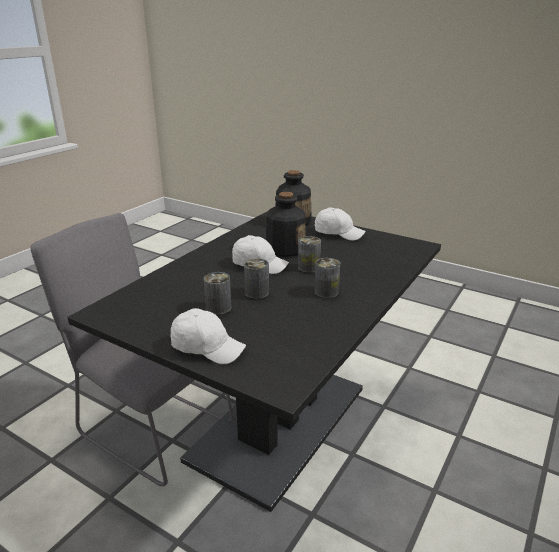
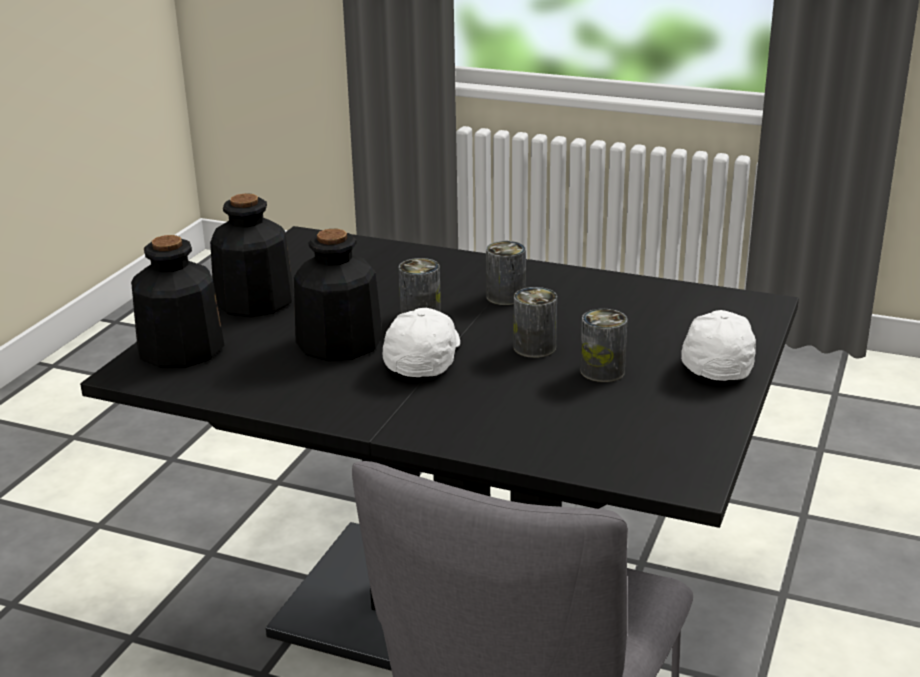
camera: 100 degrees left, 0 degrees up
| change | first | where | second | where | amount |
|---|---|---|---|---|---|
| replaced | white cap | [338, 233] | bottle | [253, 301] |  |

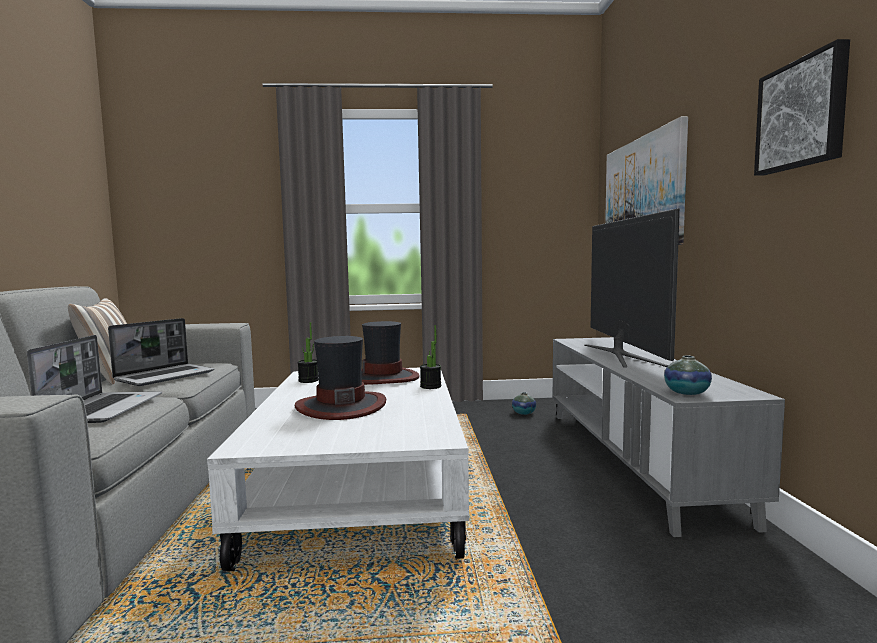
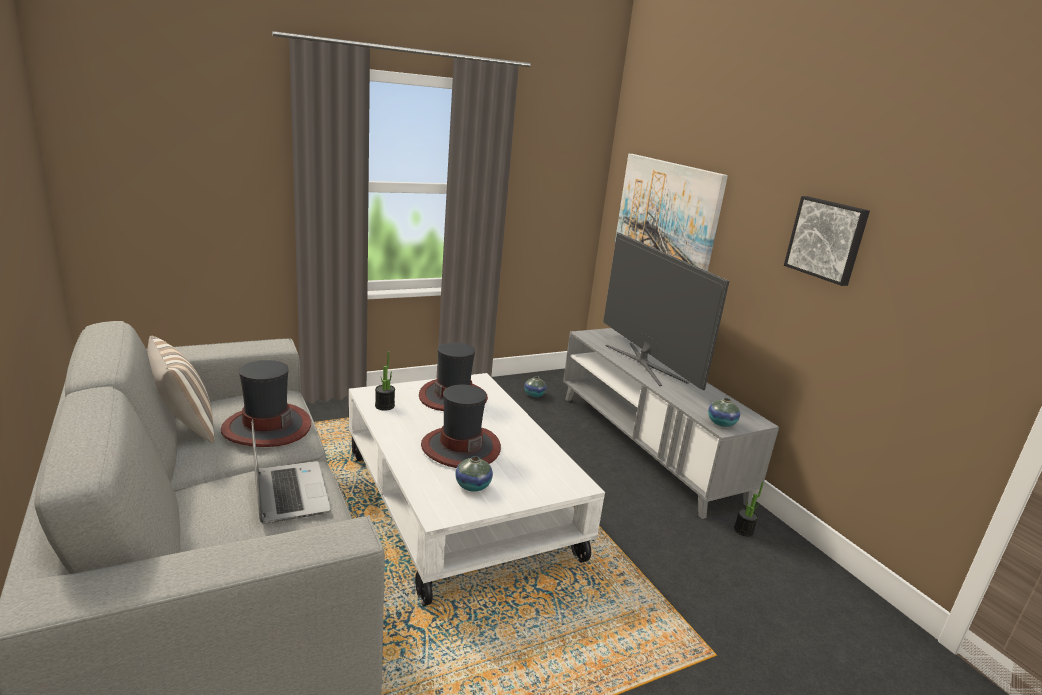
camera: 25 degrees left, 15 degrees up
| change | first | where | second | where | amount |
|---|---|---|---|---|---|
| added |  |  | vase | [473, 486] |  |
| moved | potted plant | [430, 386] |  | [743, 530] |  |
| replaced | laptop | [166, 376] | hat | [266, 427] |  |

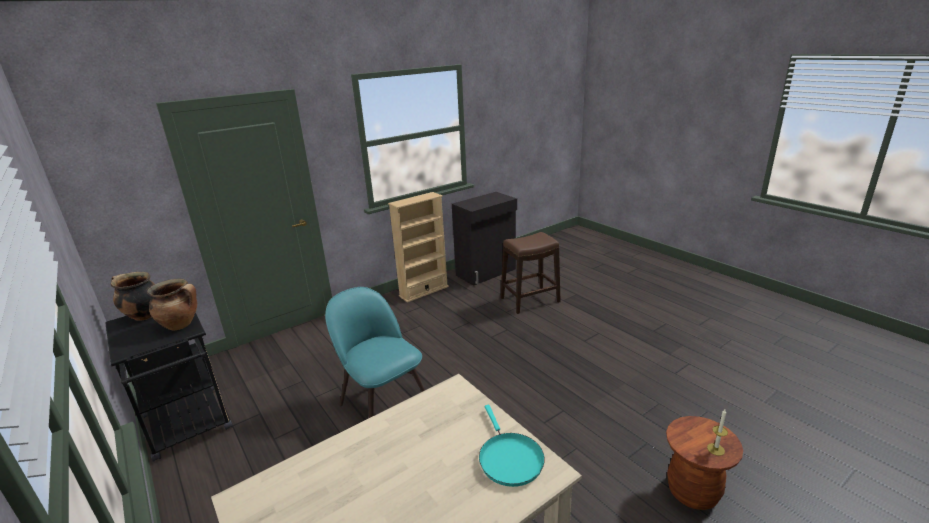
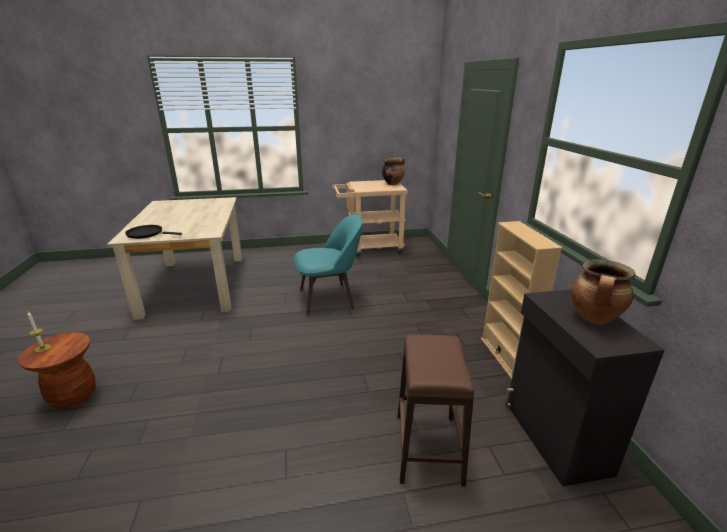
camera: 115 degrees right, 0 degrees up
| change | first | where | second | where | amount |
|---|---|---|---|---|---|
| moved | cooking pot | [181, 325] |  | [594, 319] |  |
| recoloured | black cart | [189, 427] | beige cart | [369, 248] |  |
| recoloured | turquoise frying pan | [509, 458] | black frying pan | [147, 234] |  |

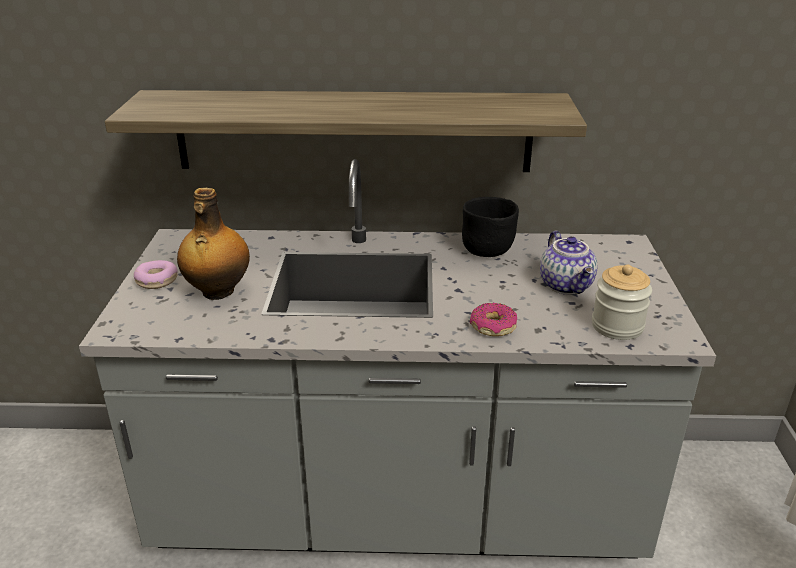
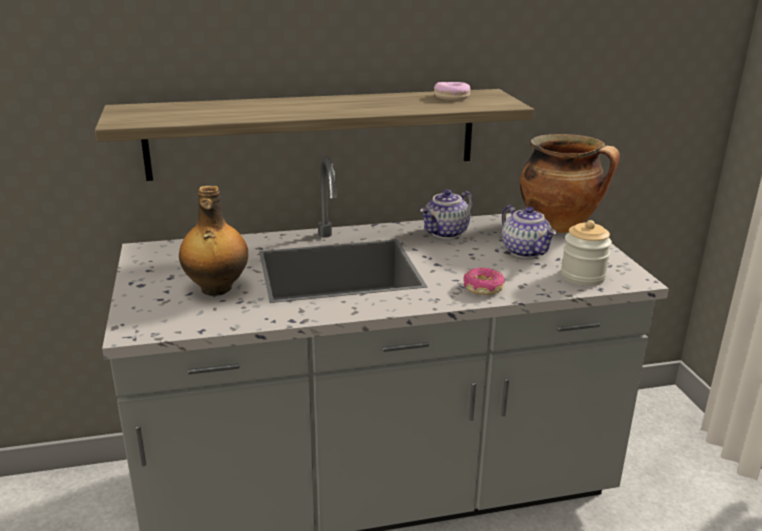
camera: 15 degrees left, 5 degrees down
| change | first | where | second | where | amount |
|---|---|---|---|---|---|
| added |  |  | cooking pot | [559, 226] |  |
| moved | donut | [157, 280] |  | [451, 97] |  |
| replaced | black bowl | [488, 252] | teapot | [446, 233] |  |

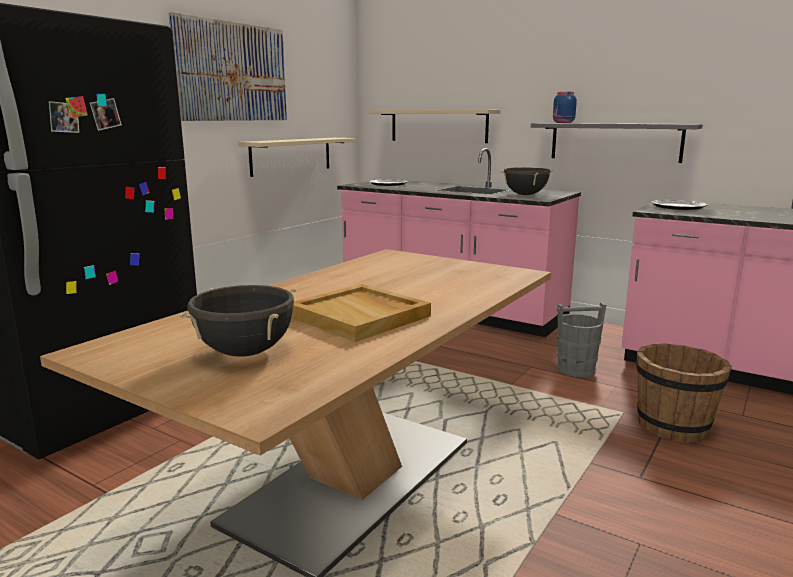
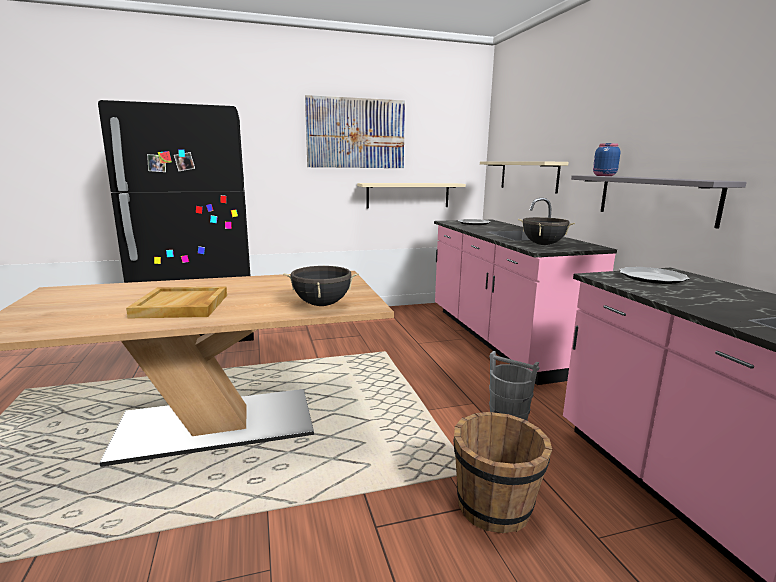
camera: 40 degrees right, 0 degrees up
| change | first | where | second | where | amount |
|---|---|---|---|---|---|
| moved | black cooking pot | [245, 352] |  | [322, 304] |  |

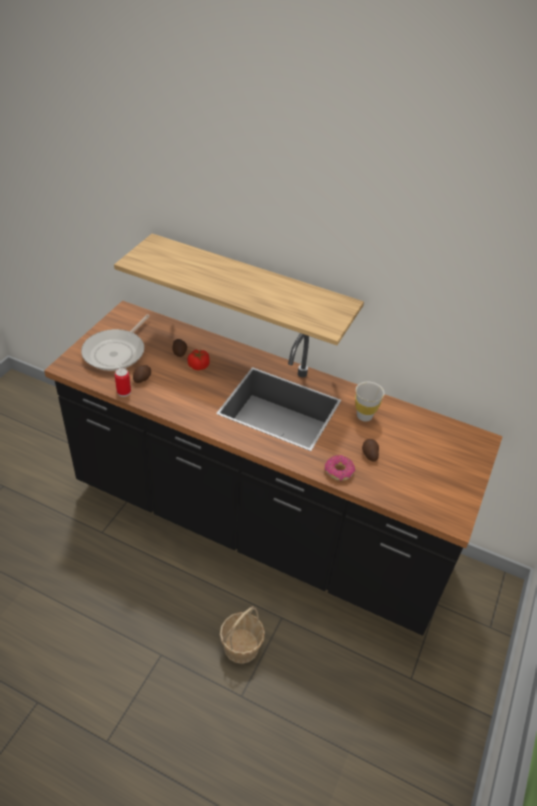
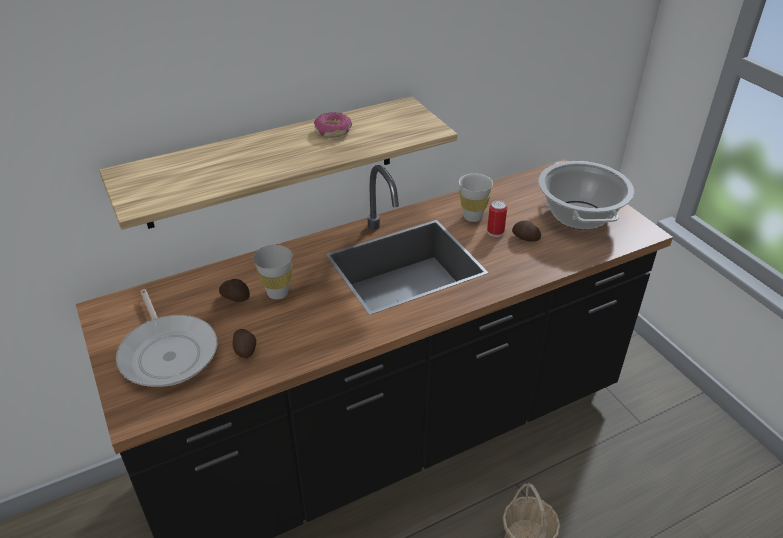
camera: 50 degrees left, 5 degrees down
| change | first | where | second | where | amount |
|---|---|---|---|---|---|
| added |  |  | cooking pot | [579, 215] |  |
| moved | can | [124, 392] |  | [495, 232] |  |
| moved | donut | [339, 471] |  | [333, 131] |  |
| replaced | tomato | [198, 366] | white cup | [277, 293] |  |

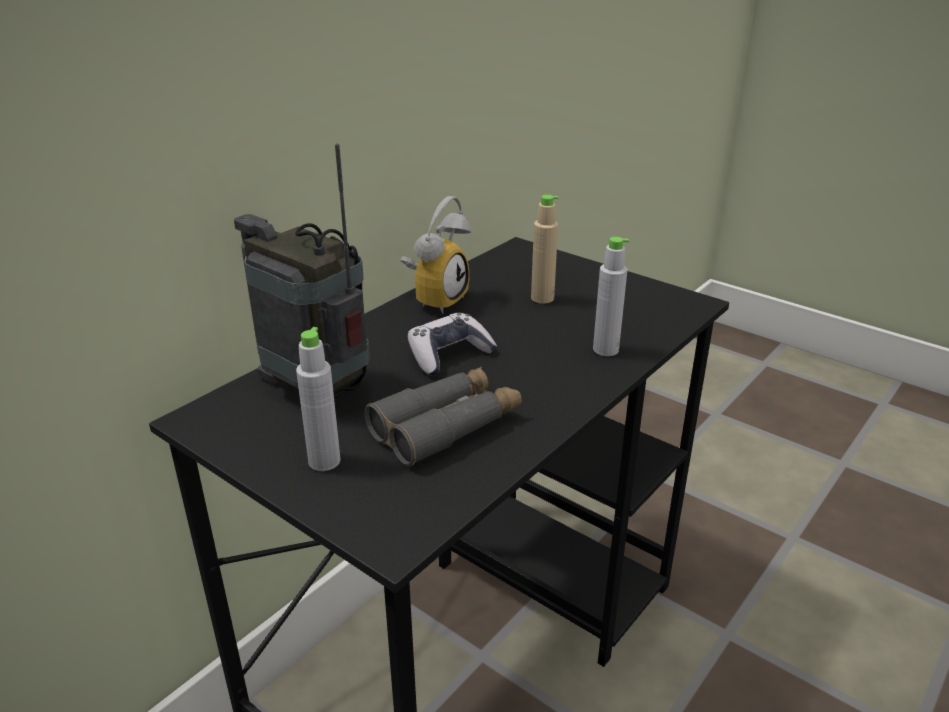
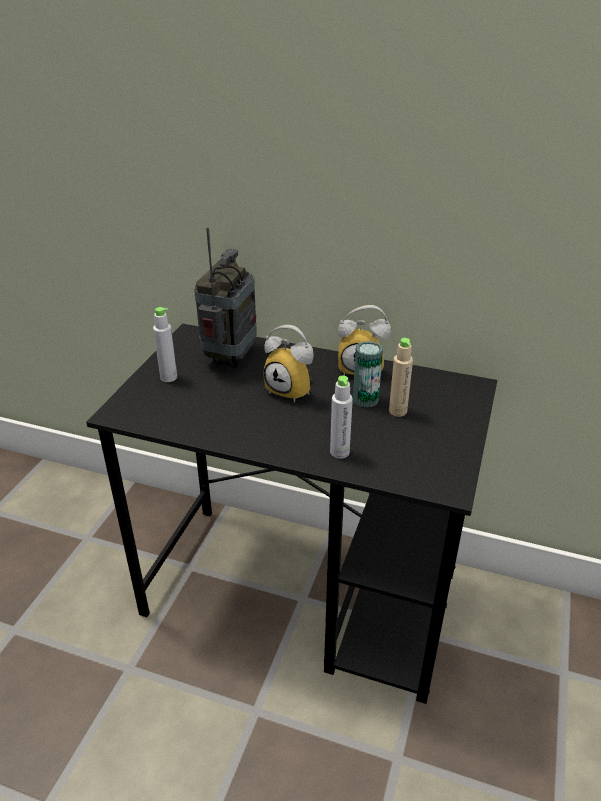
camera: 70 degrees right, 5 degrees up
| change | first | where | second | where | amount |
|---|---|---|---|---|---|
| removed | grey binoculars | [446, 426] |  |  |  |
| added |  |  | can | [365, 400] |  |
| replaced | game controller | [449, 355] | alarm clock | [293, 390] |  |

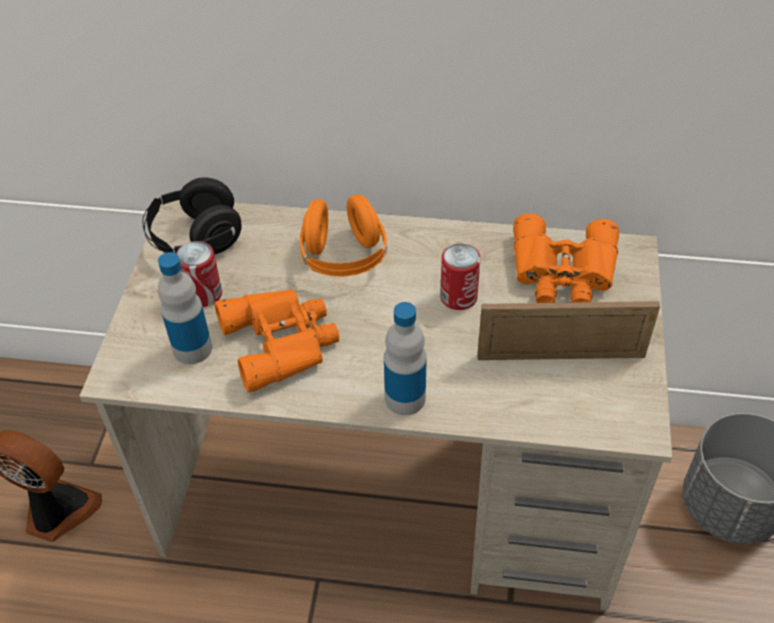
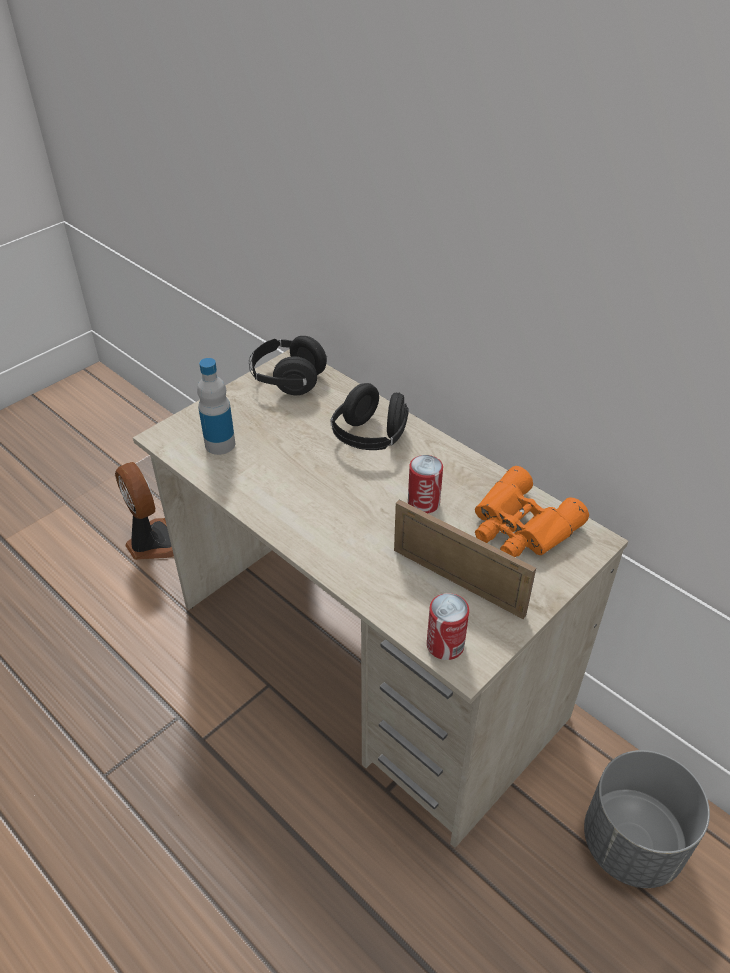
camera: 35 degrees right, 5 degrees down
| change | first | where | second | where | amount |
|---|---|---|---|---|---|
| removed | orange binoculars | [282, 341] |  |  |  |
| removed | bottle | [405, 398] |  |  |  |
| moved | can | [204, 294] |  | [445, 645] |  |
| recoloured | orange headphones | [344, 258] | black headphones | [370, 437] |  |

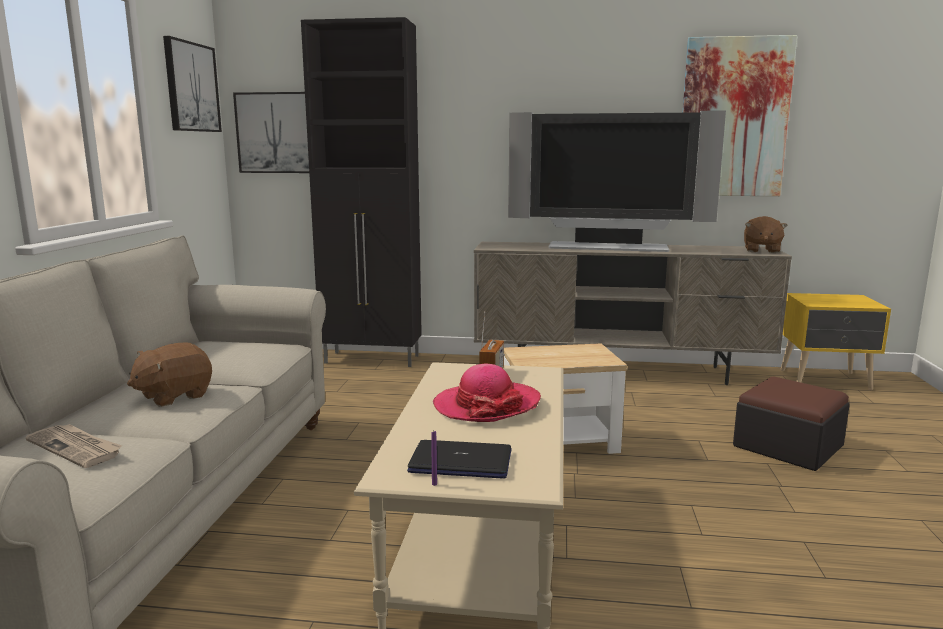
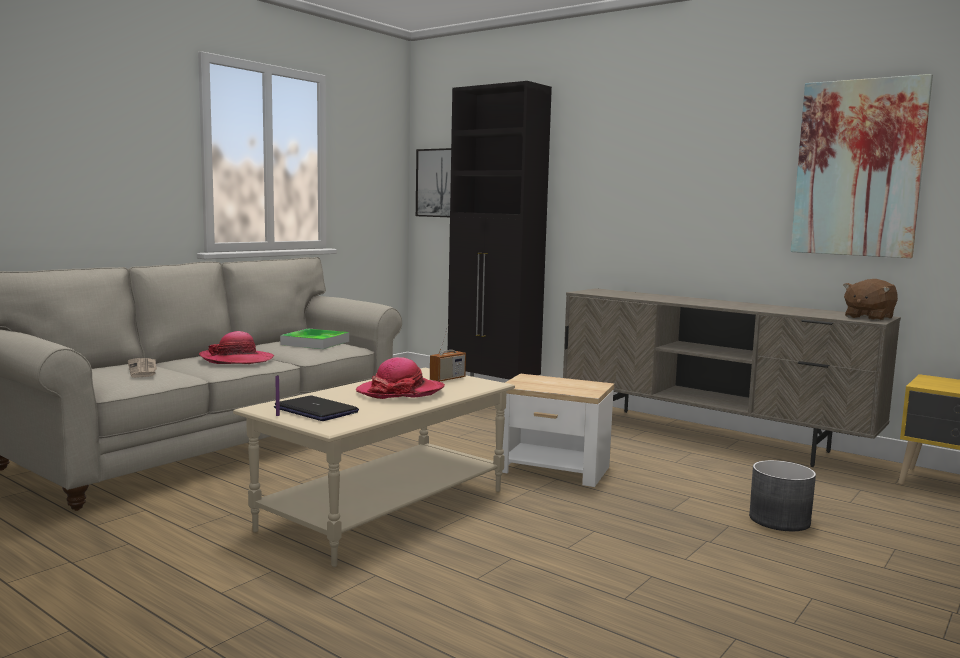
camera: 30 degrees right, 5 degrees down
| change | first | where | second | where | amount |
|---|---|---|---|---|---|
| removed | picture | [191, 87] |  |  |  |
| removed | television | [608, 247] |  |  |  |
| added |  |  | tray | [315, 343] |  |
| replaced | brown plush toy | [174, 396] | hat | [237, 360] |  |
| replaced | ottoman | [788, 446] | grey planter | [780, 520] |  |

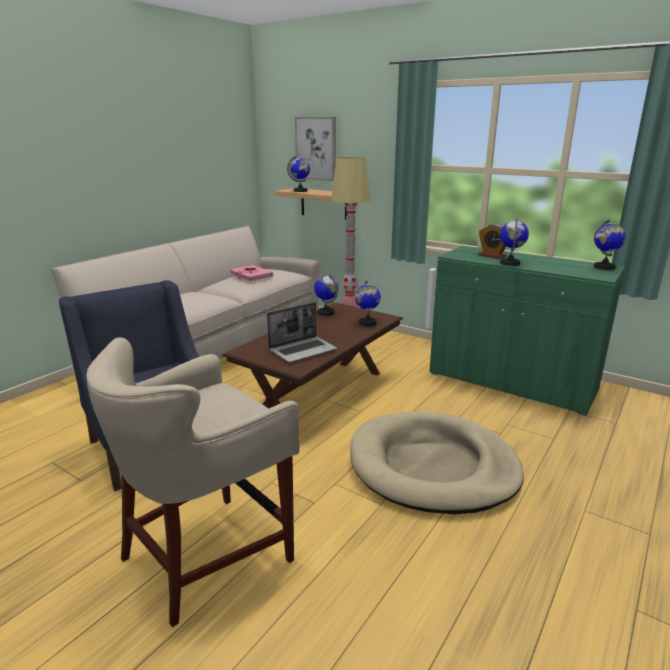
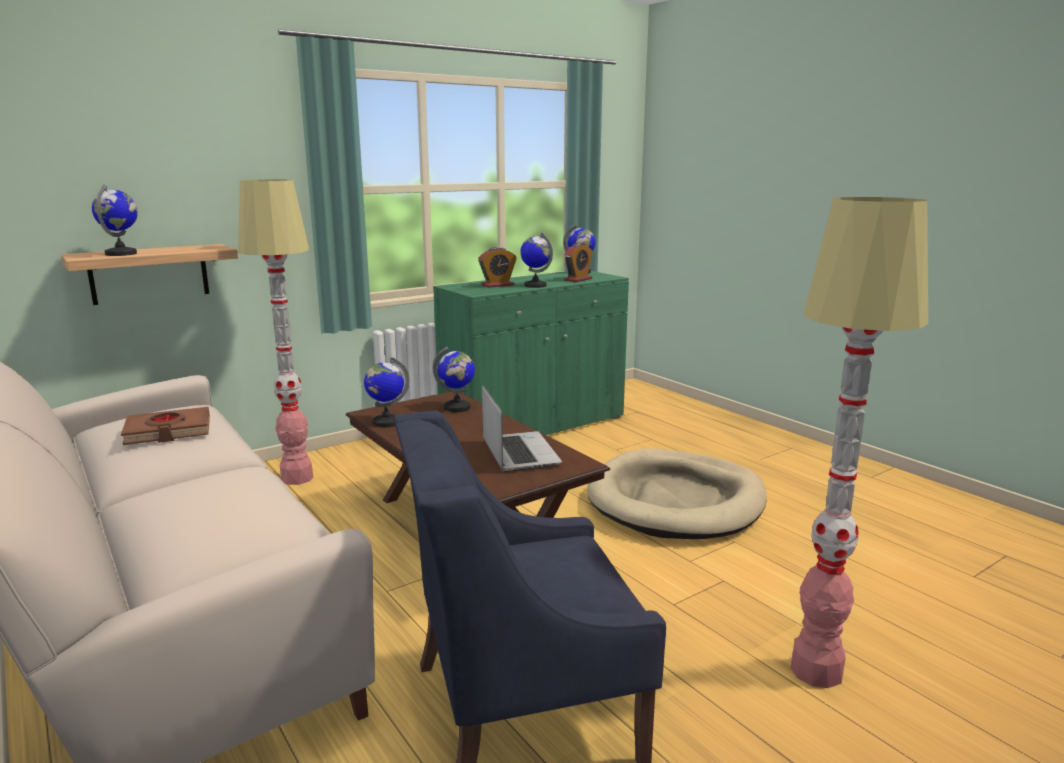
camera: 70 degrees left, 5 degrees down
| change | first | where | second | where | amount |
|---|---|---|---|---|---|
| removed | picture | [316, 148] |  |  |  |
| added |  |  | alarm clock | [578, 279] |  |
| replaced | beige stool | [208, 555] | floor lamp | [816, 671] |  |
| recoloured | pink book | [251, 276] | brown book | [168, 432] |  |

